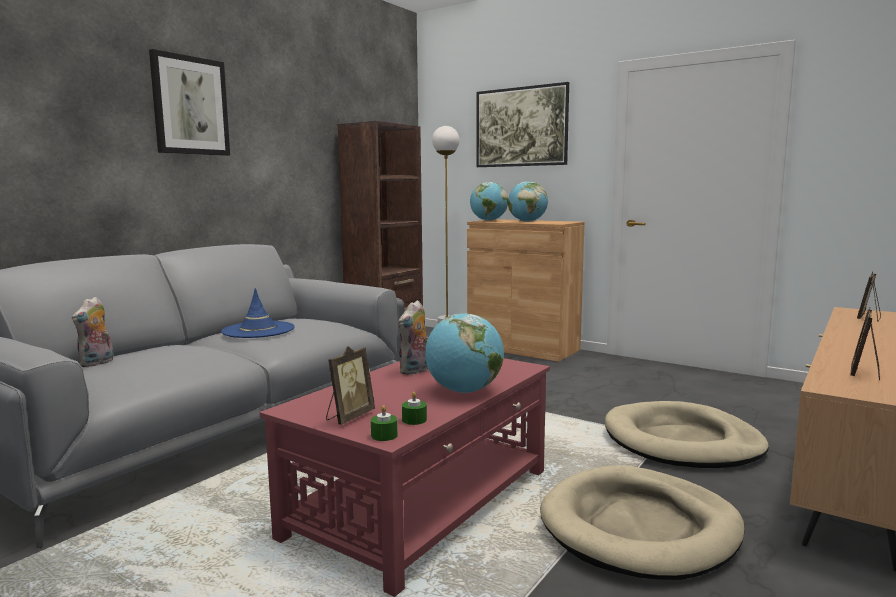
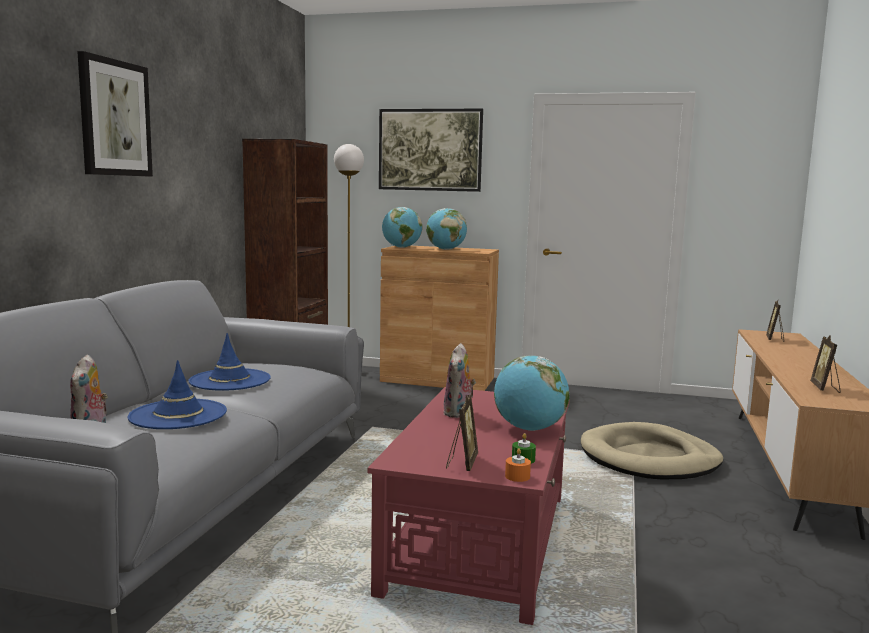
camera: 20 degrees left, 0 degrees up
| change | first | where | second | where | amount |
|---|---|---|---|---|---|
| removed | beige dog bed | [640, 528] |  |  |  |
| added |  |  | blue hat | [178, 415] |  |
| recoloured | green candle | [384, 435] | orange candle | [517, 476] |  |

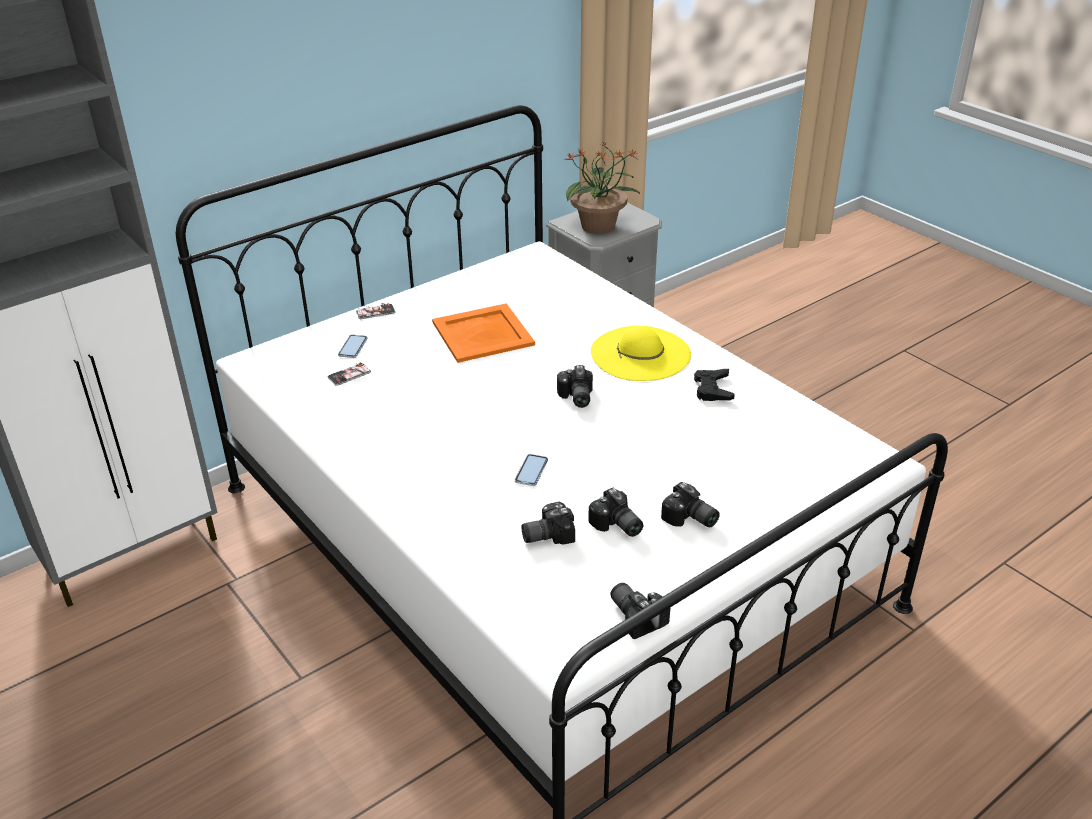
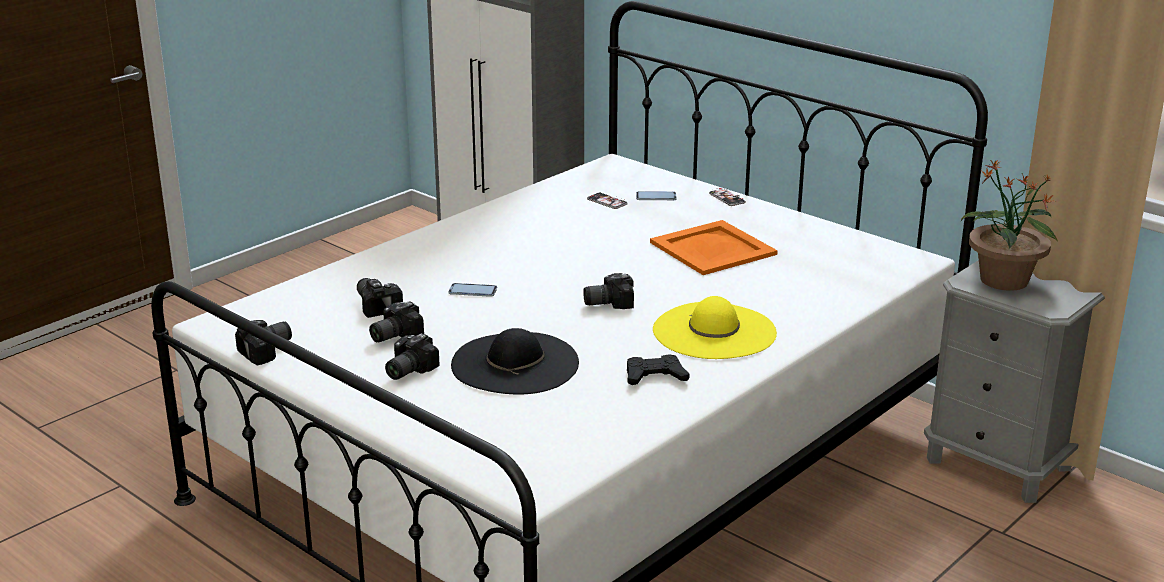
camera: 80 degrees right, 10 degrees down
| change | first | where | second | where | amount |
|---|---|---|---|---|---|
| added |  |  | black hat | [515, 363] |  |

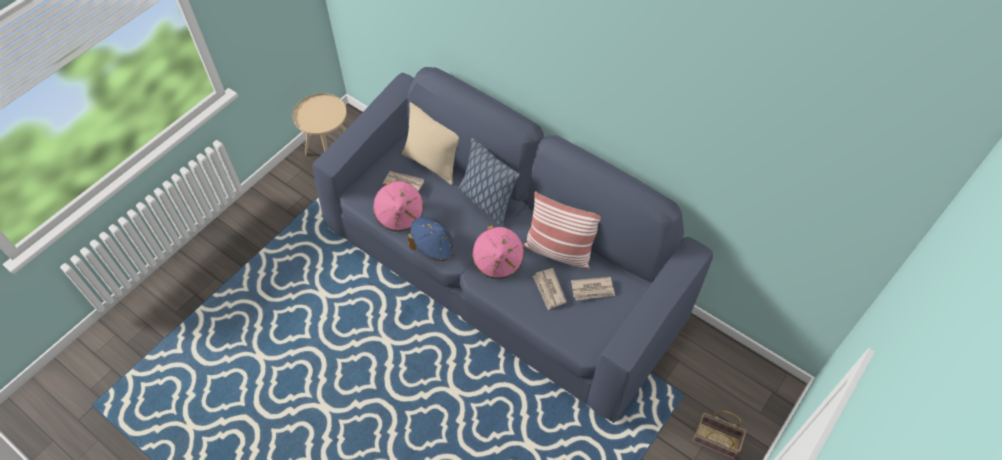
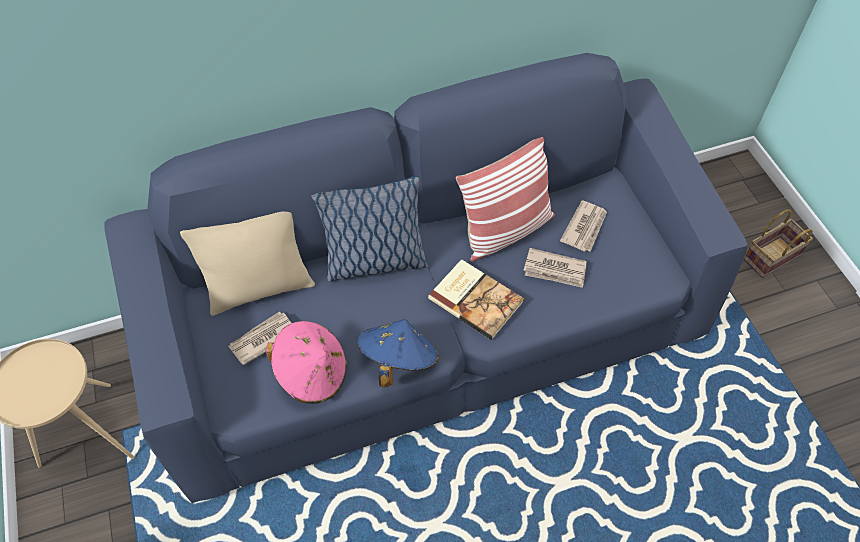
camera: 55 degrees left, 0 degrees up
| change | first | where | second | where | amount |
|---|---|---|---|---|---|
| replaced | pink hat | [498, 261] | book | [476, 299] |  |

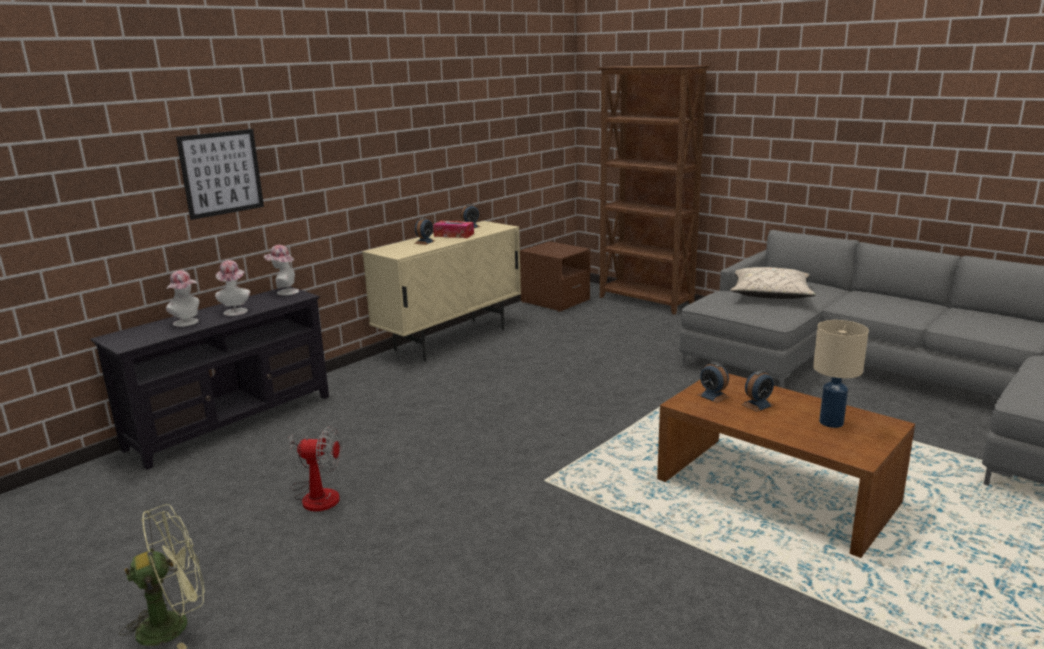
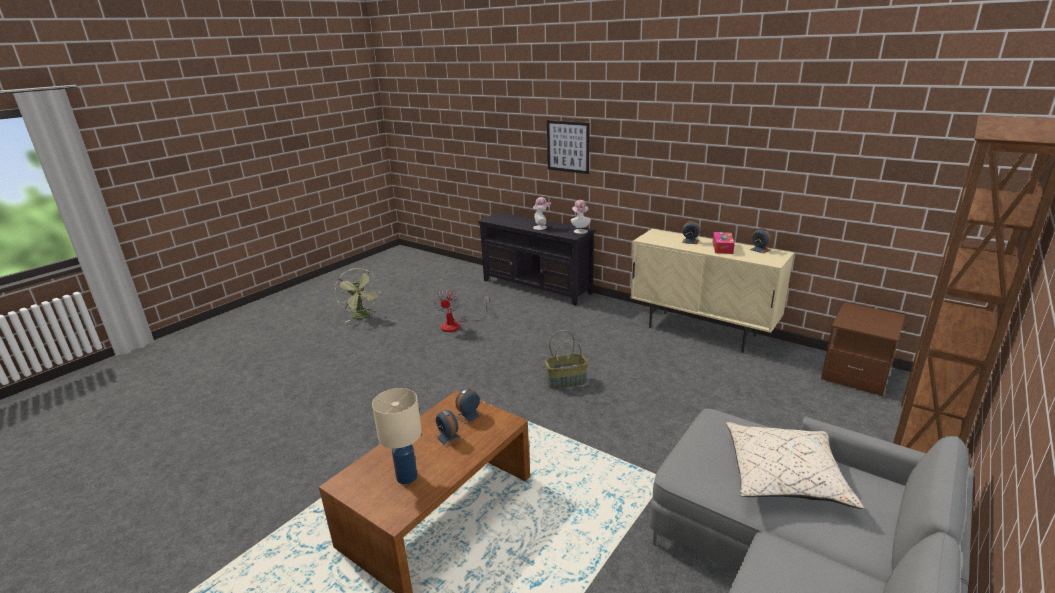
camera: 85 degrees right, 5 degrees up
| change | first | where | second | where | amount |
|---|---|---|---|---|---|
| removed | hat | [188, 323] |  |  |  |
| added |  |  | basket | [566, 381] |  |

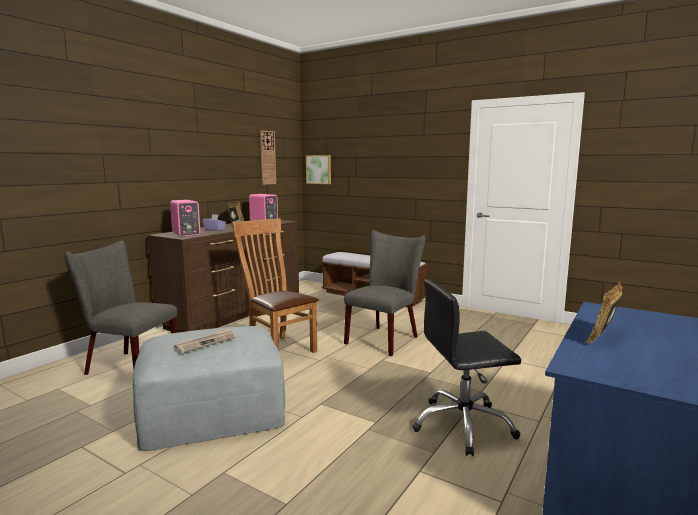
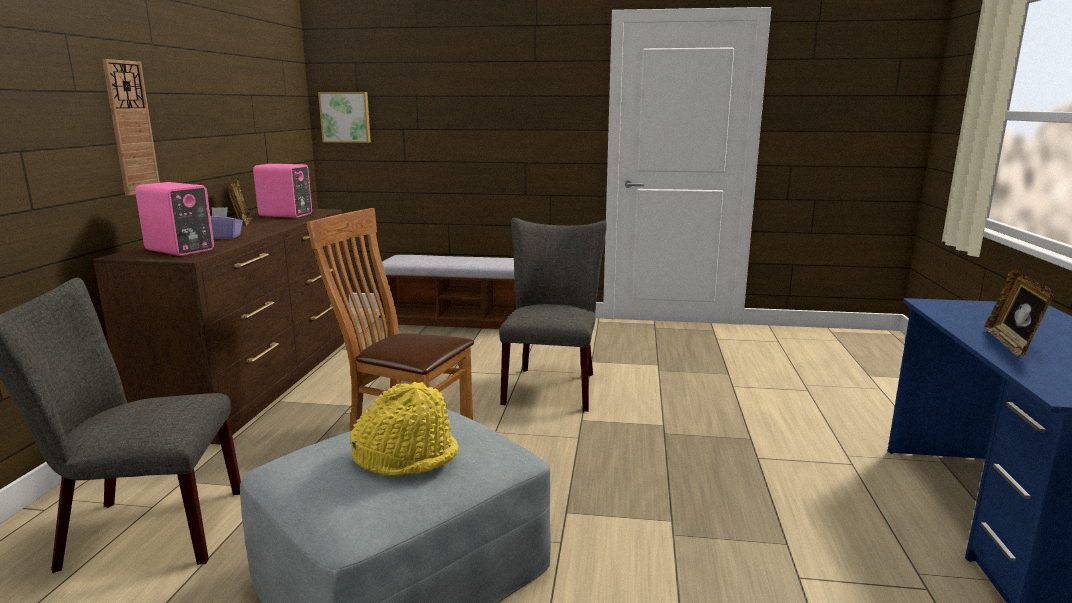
camera: 25 degrees left, 5 degrees up
| change | first | where | second | where | amount |
|---|---|---|---|---|---|
| removed | black office chair | [463, 425] |  |  |  |
| moved | wall clock | [267, 157] |  | [131, 128] |  |
| replaced | newspaper | [206, 342] | yellow hat | [406, 456] |  |

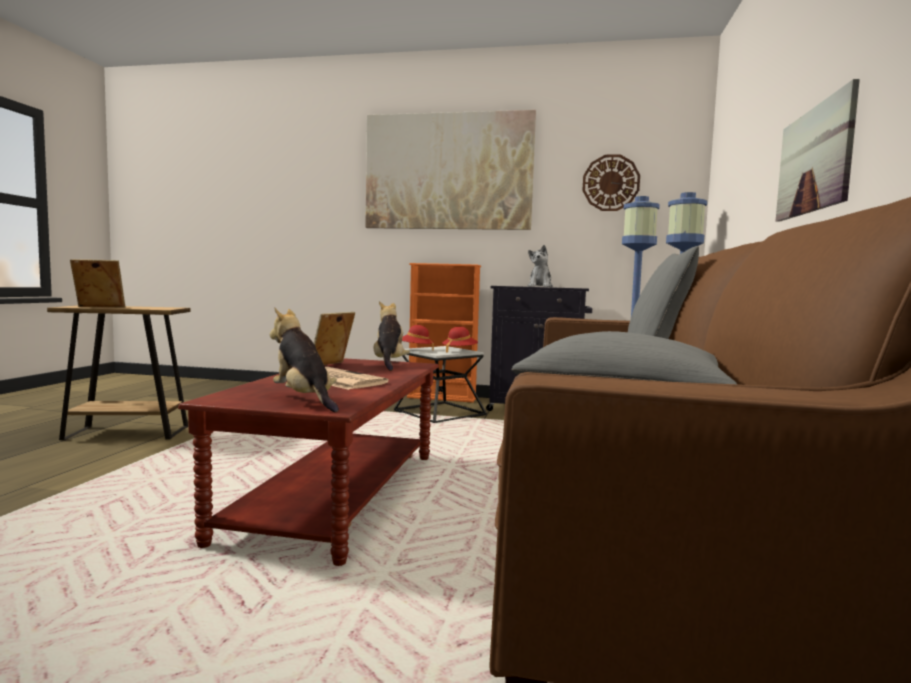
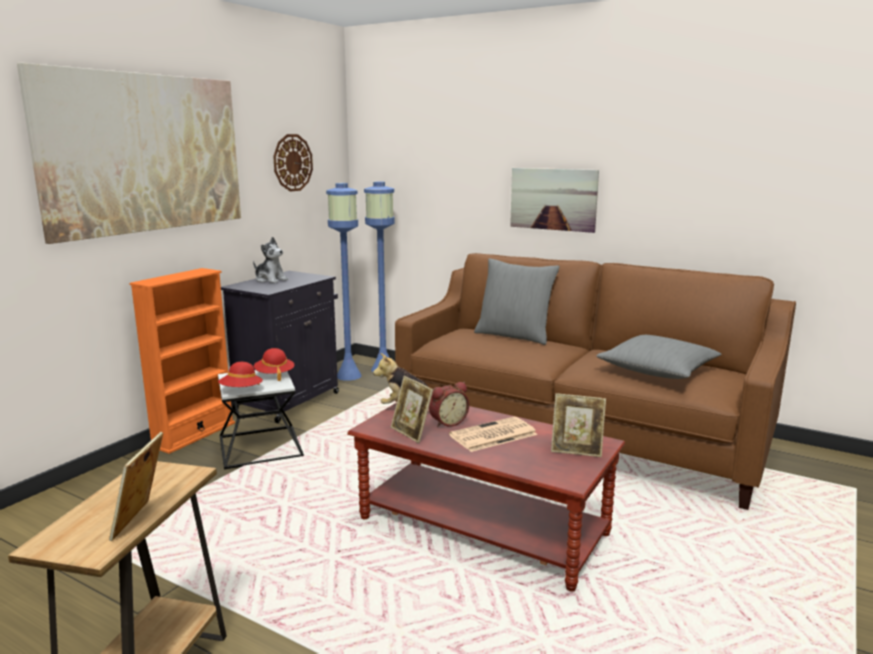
camera: 70 degrees left, 10 degrees up
| change | first | where | second | where | amount |
|---|---|---|---|---|---|
| added |  |  | alarm clock | [447, 422] |  |
| replaced | plush toy | [304, 400] | picture frame | [576, 450] |  |

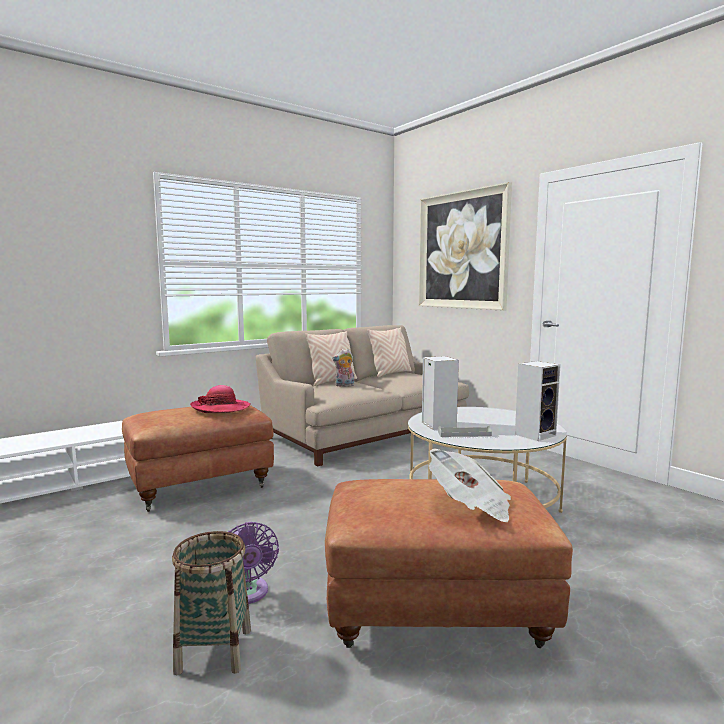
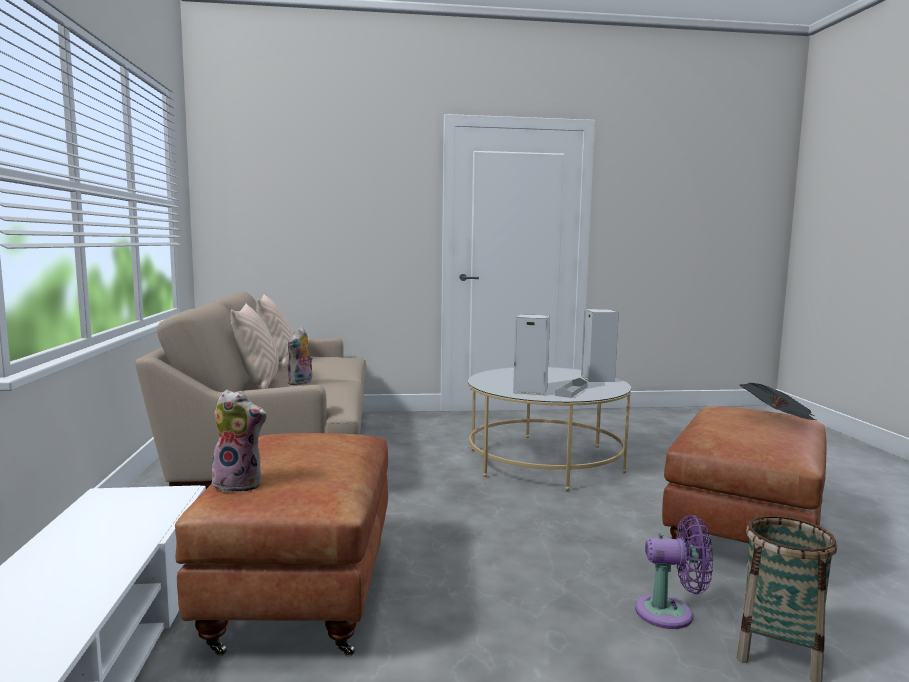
camera: 60 degrees left, 0 degrees up
| change | first | where | second | where | amount |
|---|---|---|---|---|---|
| removed | hat | [220, 408] |  |  |  |
| removed | picture | [462, 250] |  |  |  |
| added |  |  | plush toy | [240, 484] |  |

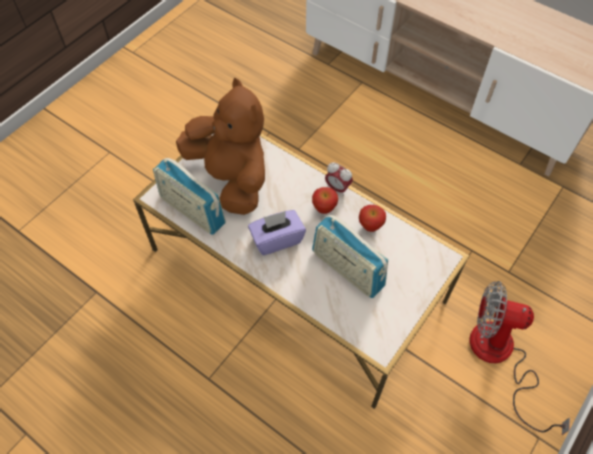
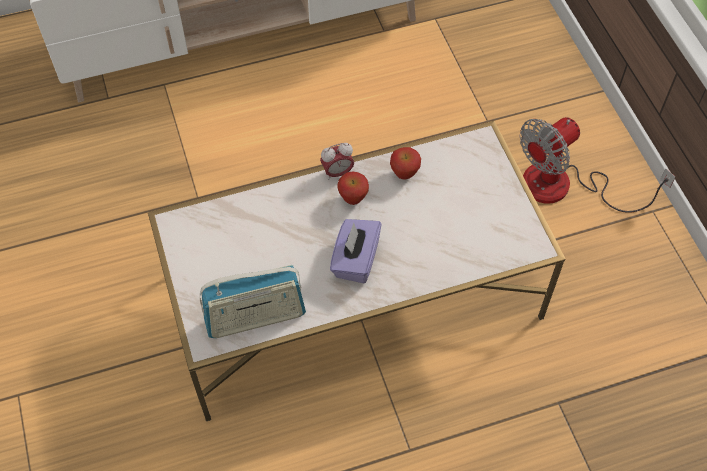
camera: 55 degrees left, 0 degrees up
| change | first | where | second | where | amount |
|---|---|---|---|---|---|
| removed | brown plush toy | [231, 178] |  |  |  |
| removed | radio | [347, 269] |  |  |  |

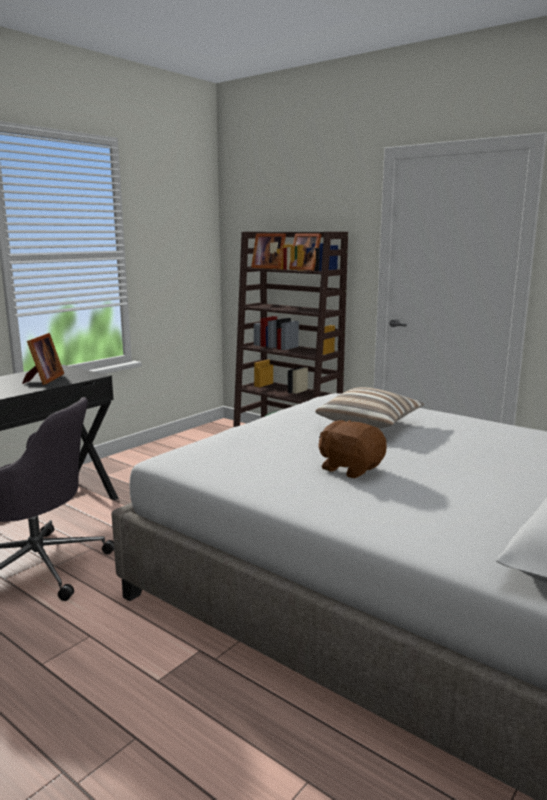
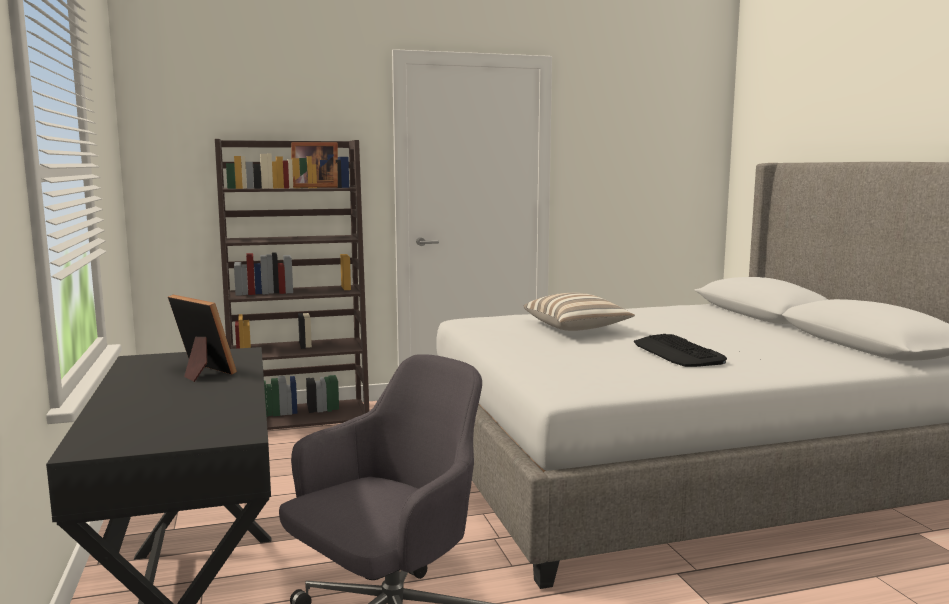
camera: 55 degrees left, 5 degrees down
| change | first | where | second | where | amount |
|---|---|---|---|---|---|
| removed | picture frame | [268, 268] |  |  |  |
| replaced | brown plush toy | [350, 468] | keyboard | [677, 352] |  |

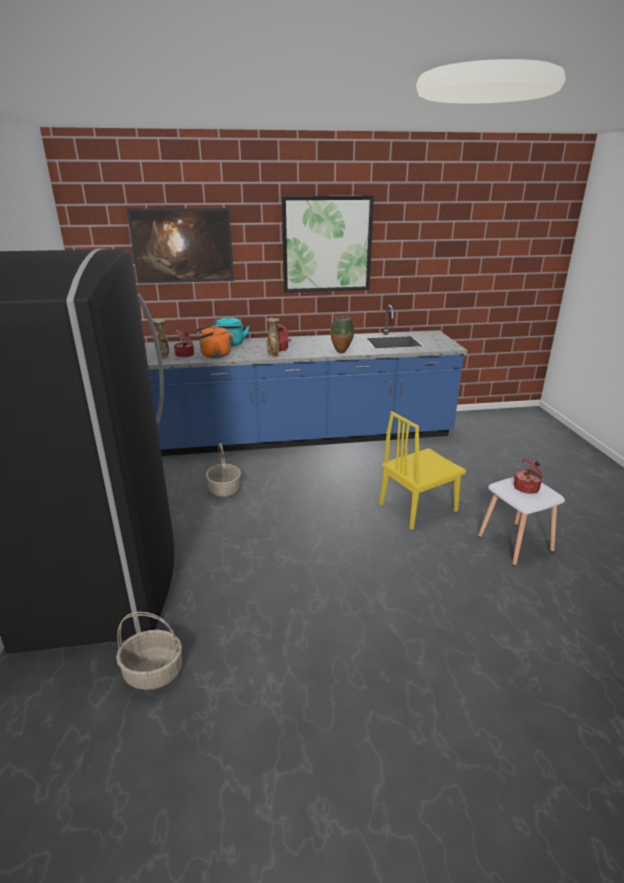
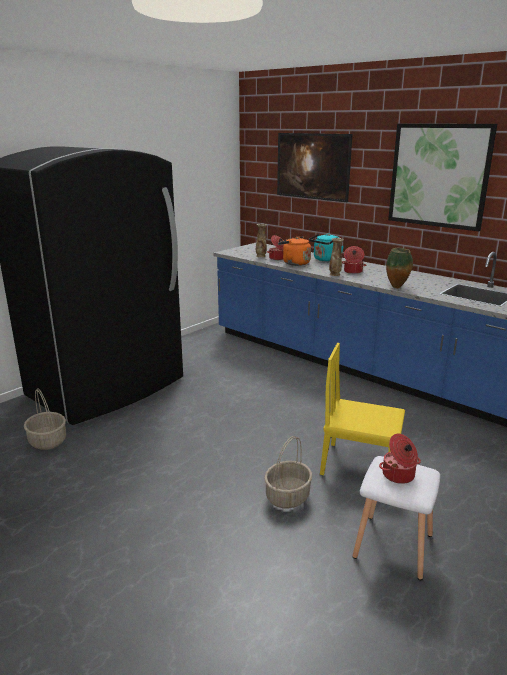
camera: 50 degrees right, 5 degrees down
| change | first | where | second | where | amount |
|---|---|---|---|---|---|
| moved | basket | [224, 490] |  | [287, 496] |  |

